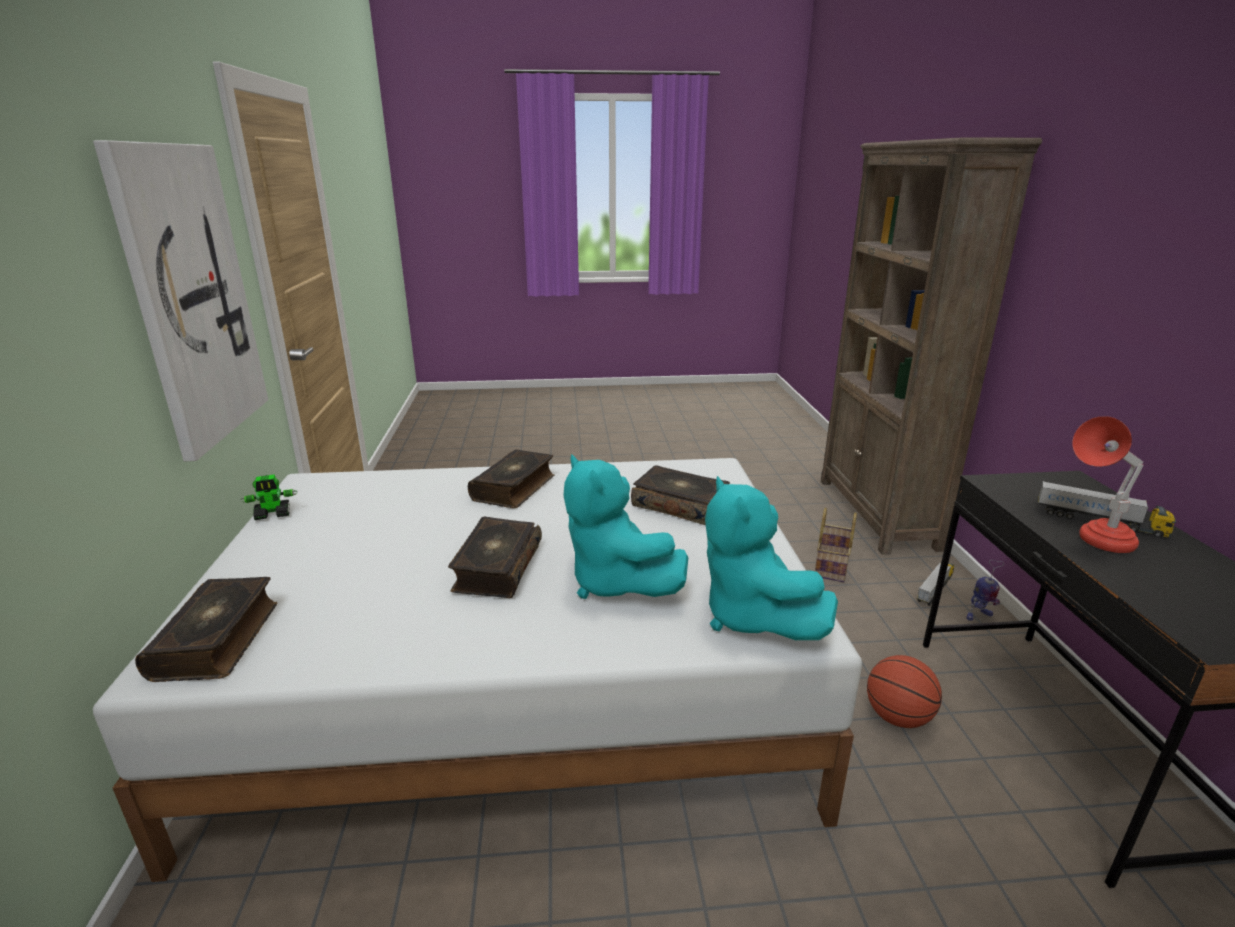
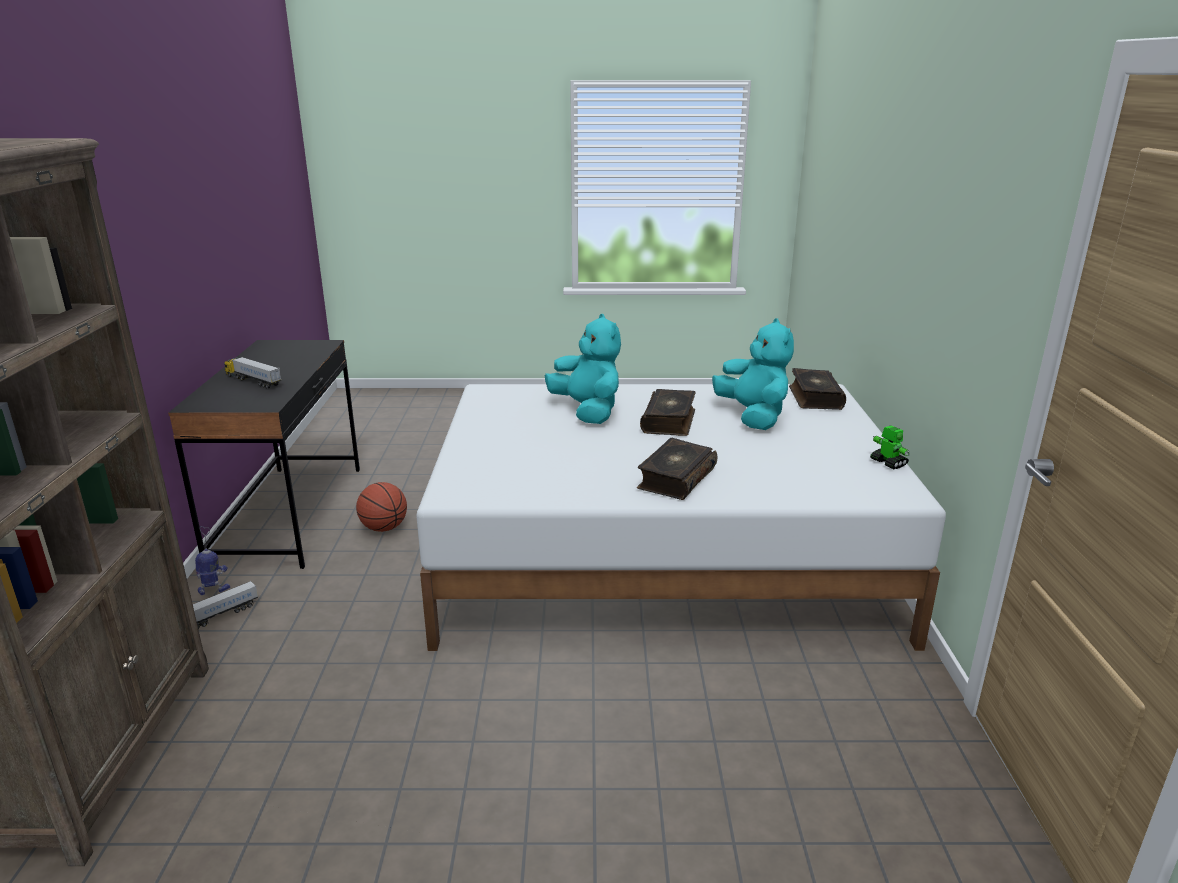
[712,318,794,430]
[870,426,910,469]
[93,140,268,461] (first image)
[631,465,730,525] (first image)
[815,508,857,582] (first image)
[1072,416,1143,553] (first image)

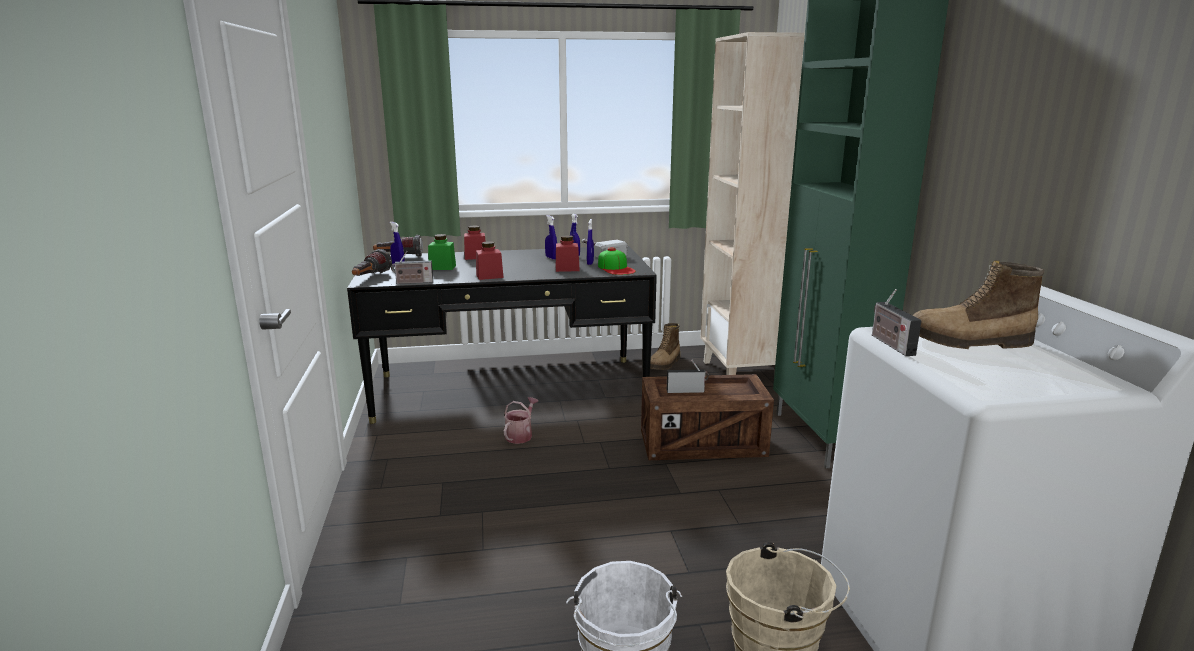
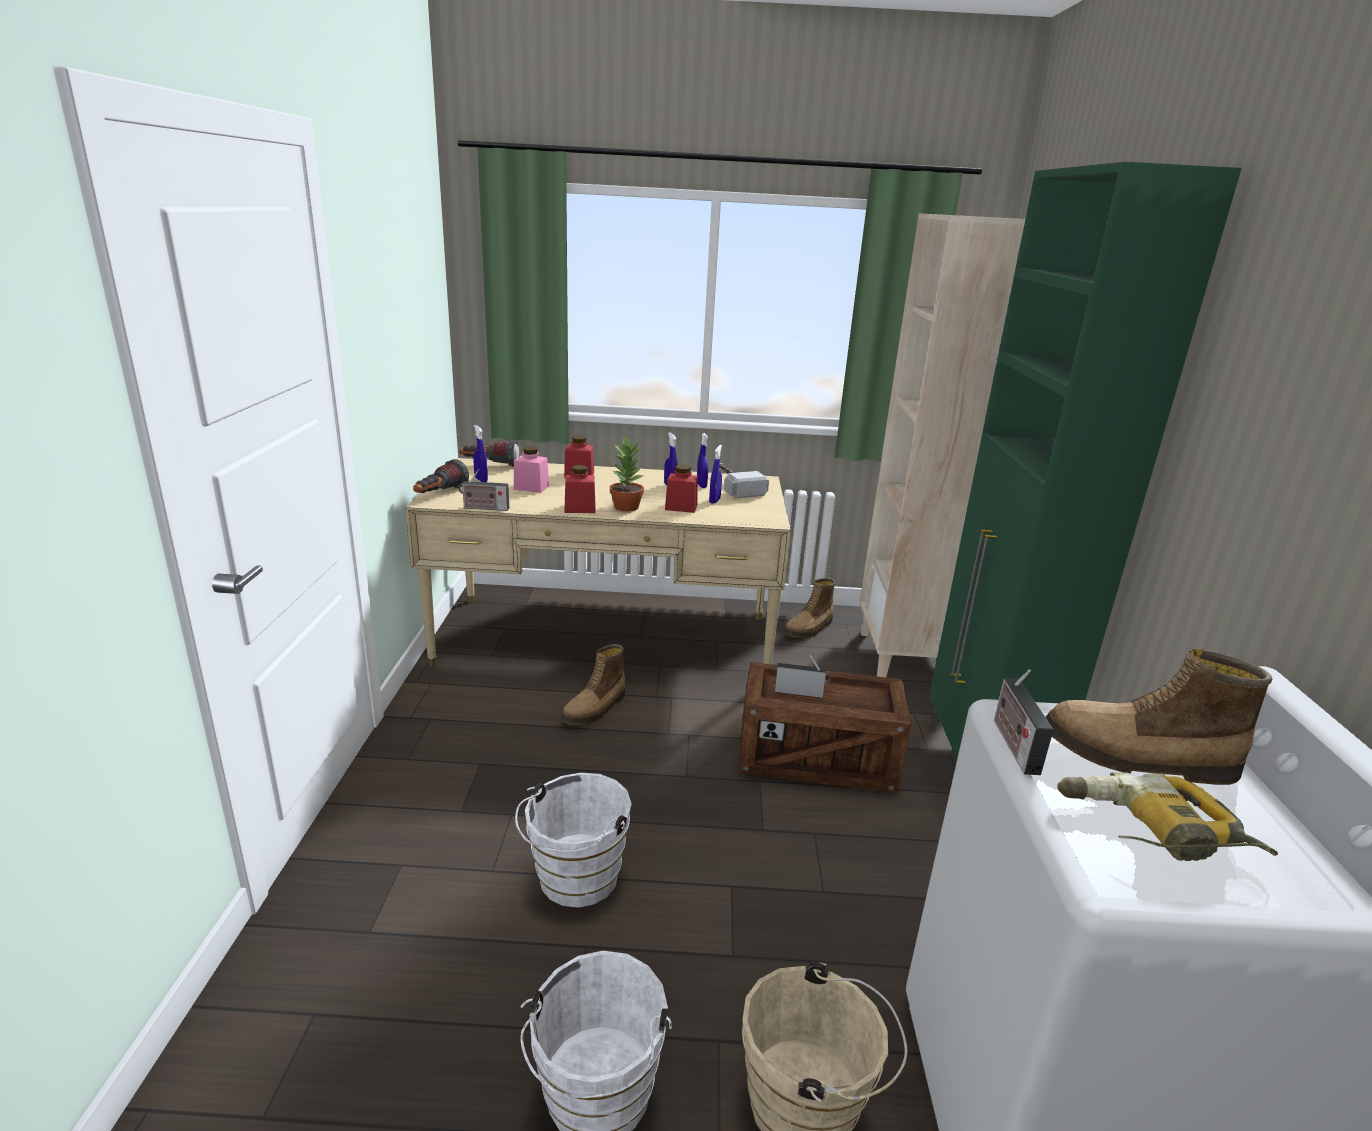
[405,458,791,666]
[514,446,549,493]
[515,773,631,908]
[561,644,626,725]
[610,436,644,512]
[1057,772,1278,861]
[598,247,636,275] (first image)

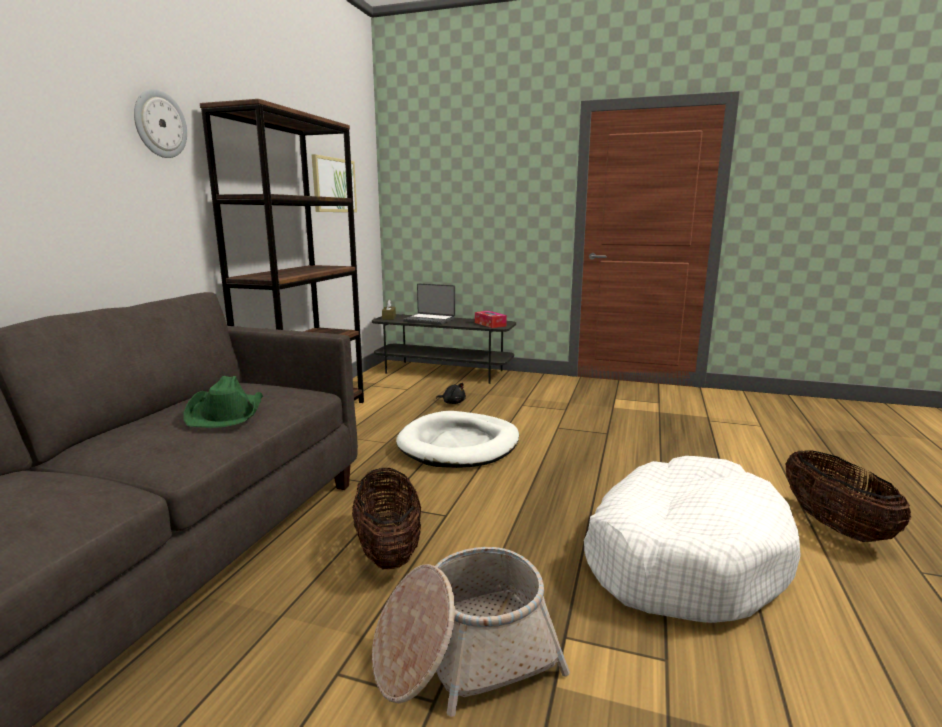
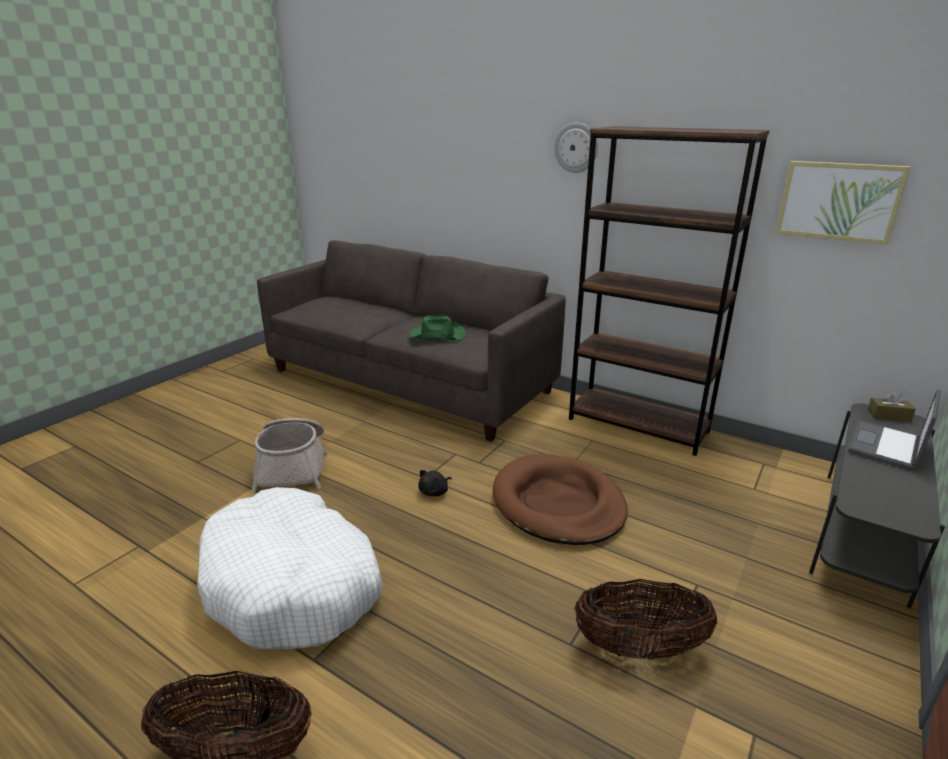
[418,470,452,496]
[493,453,628,545]
[574,579,718,659]
[475,311,507,328] (first image)

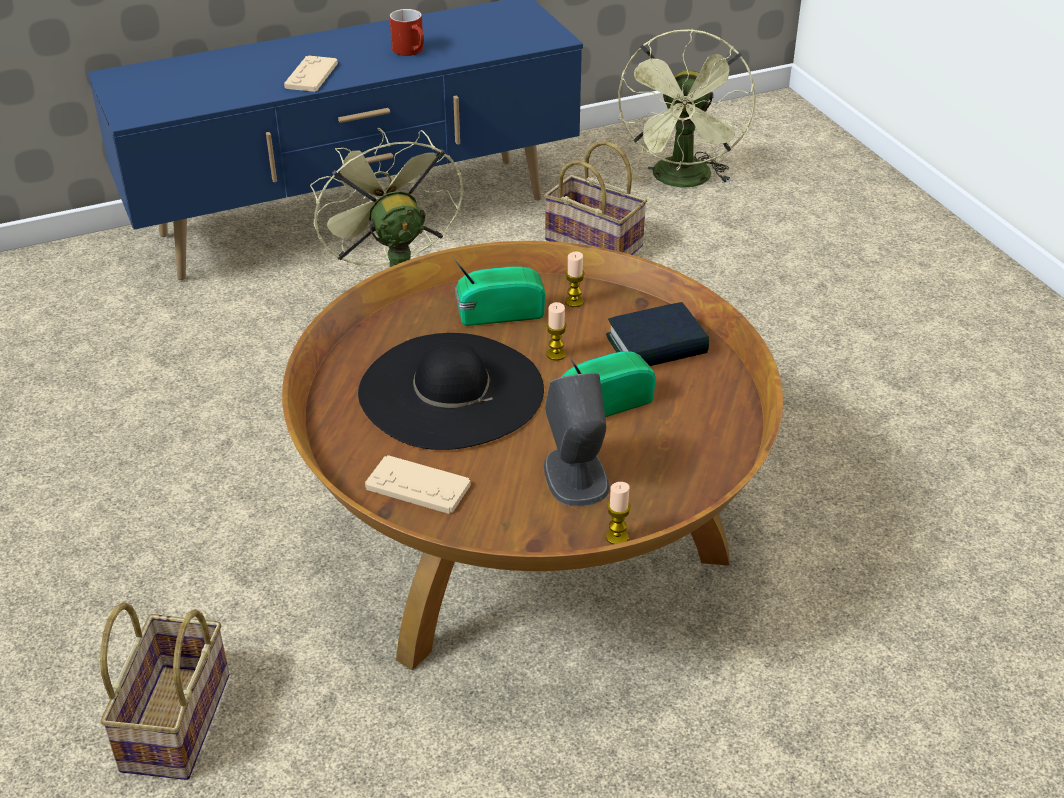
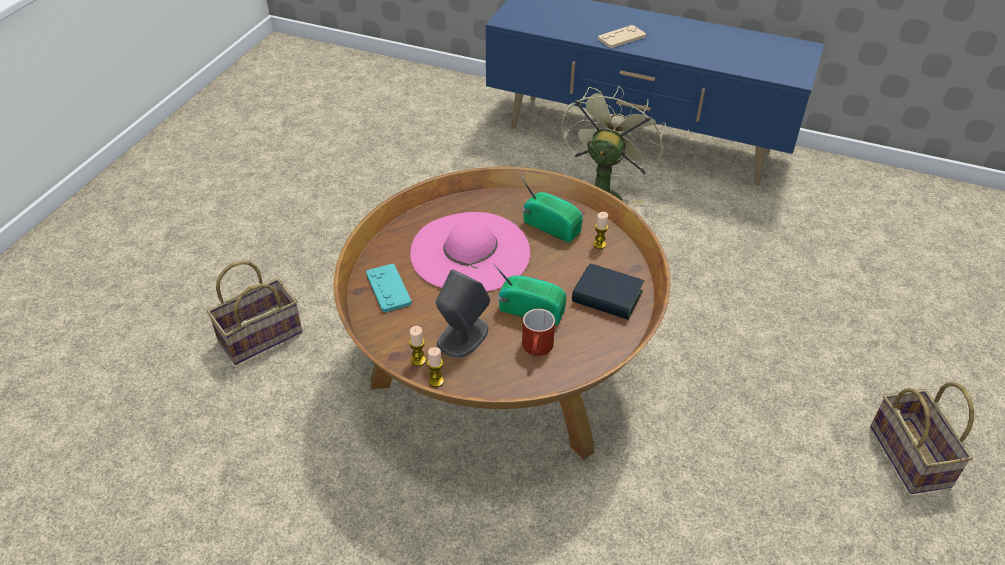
[366,264,412,313]
[409,326,426,366]
[410,212,530,291]
[522,309,555,356]
[870,382,974,494]
[618,29,756,187] (first image)

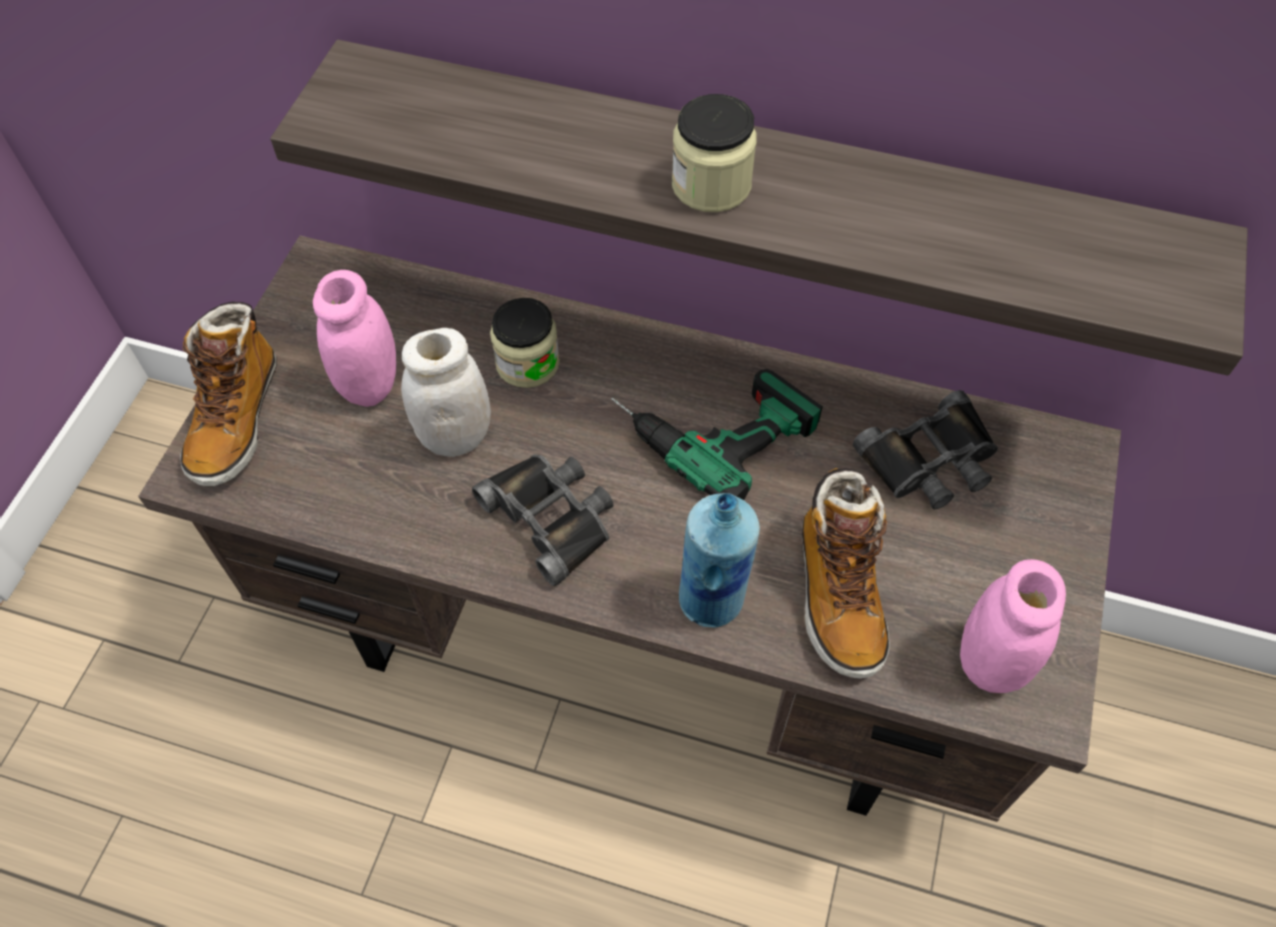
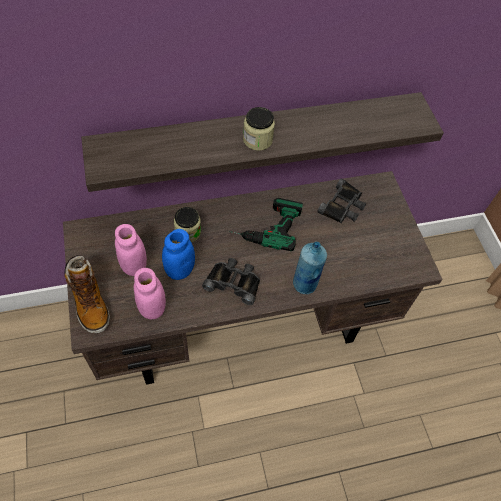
[134,268,166,319]
[162,229,195,280]
[802,468,890,678] (first image)

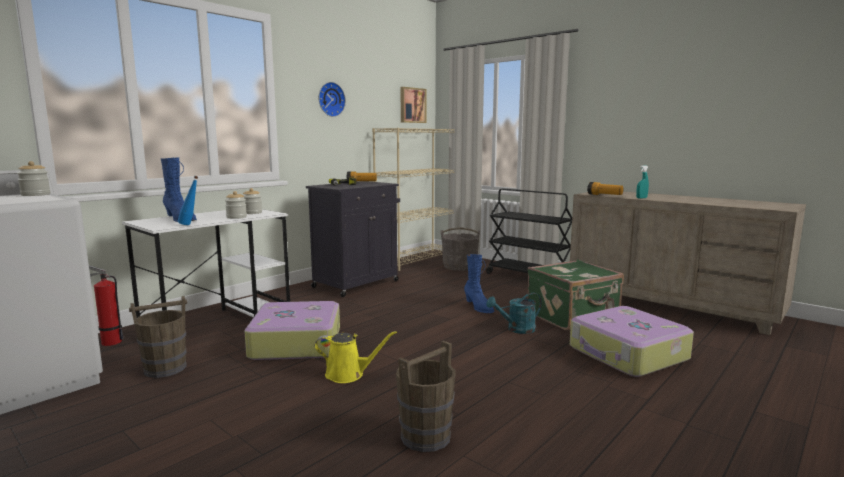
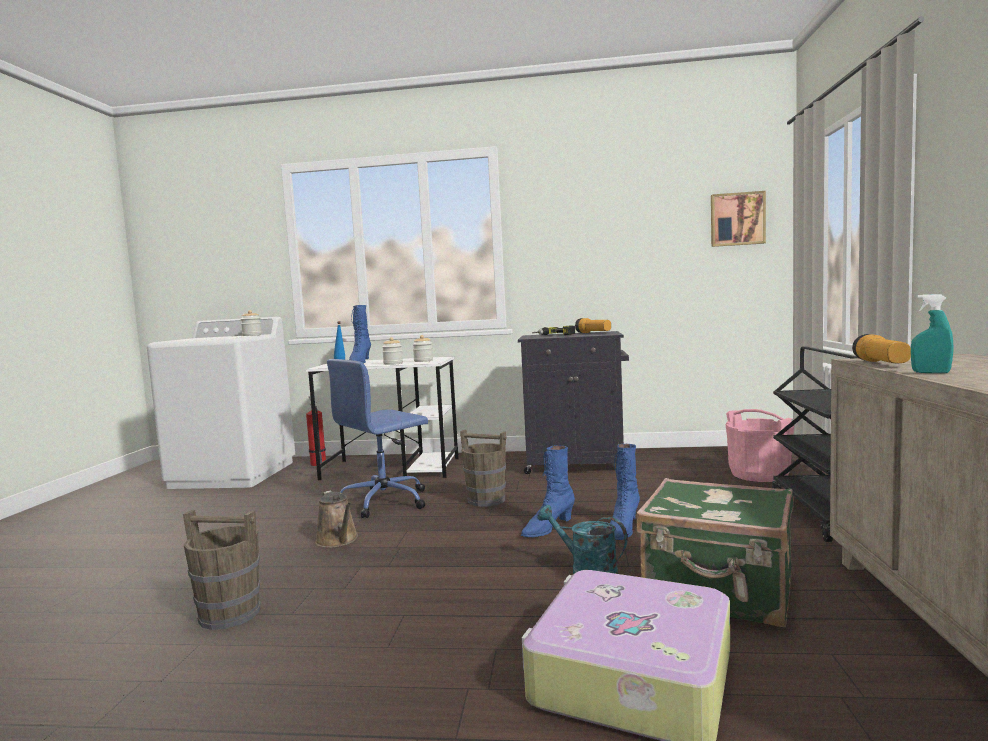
[315,490,358,548]
[327,359,428,518]
[460,430,507,507]
[521,445,575,538]
[726,409,794,482]
[319,82,346,117] (first image)
[372,128,455,271] (first image)

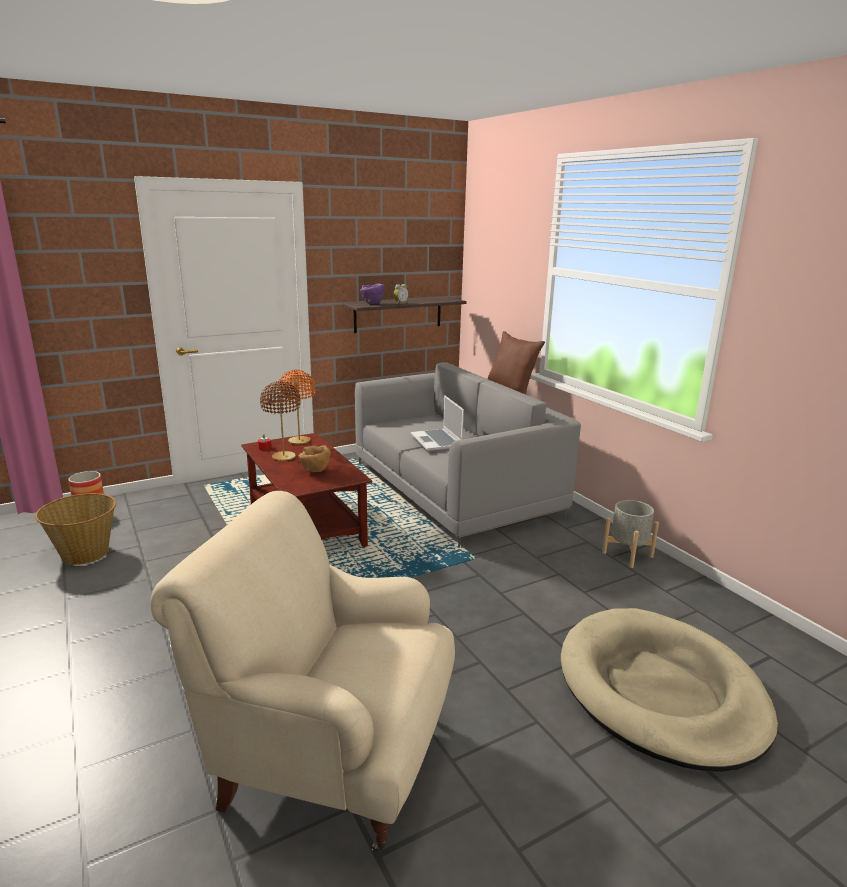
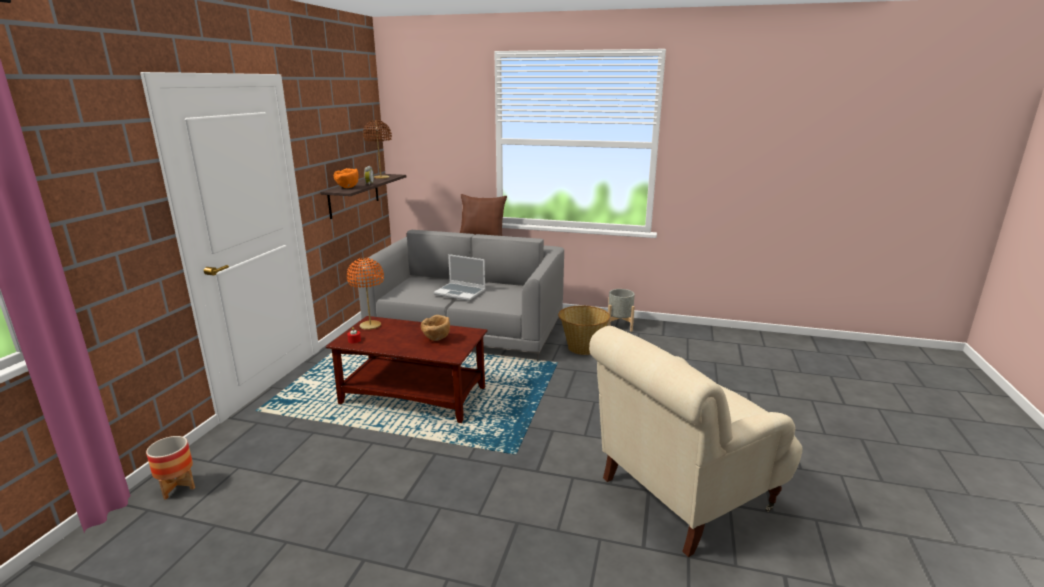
[334,168,358,188]
[363,120,392,179]
[558,305,610,355]
[561,608,778,772] (first image)

